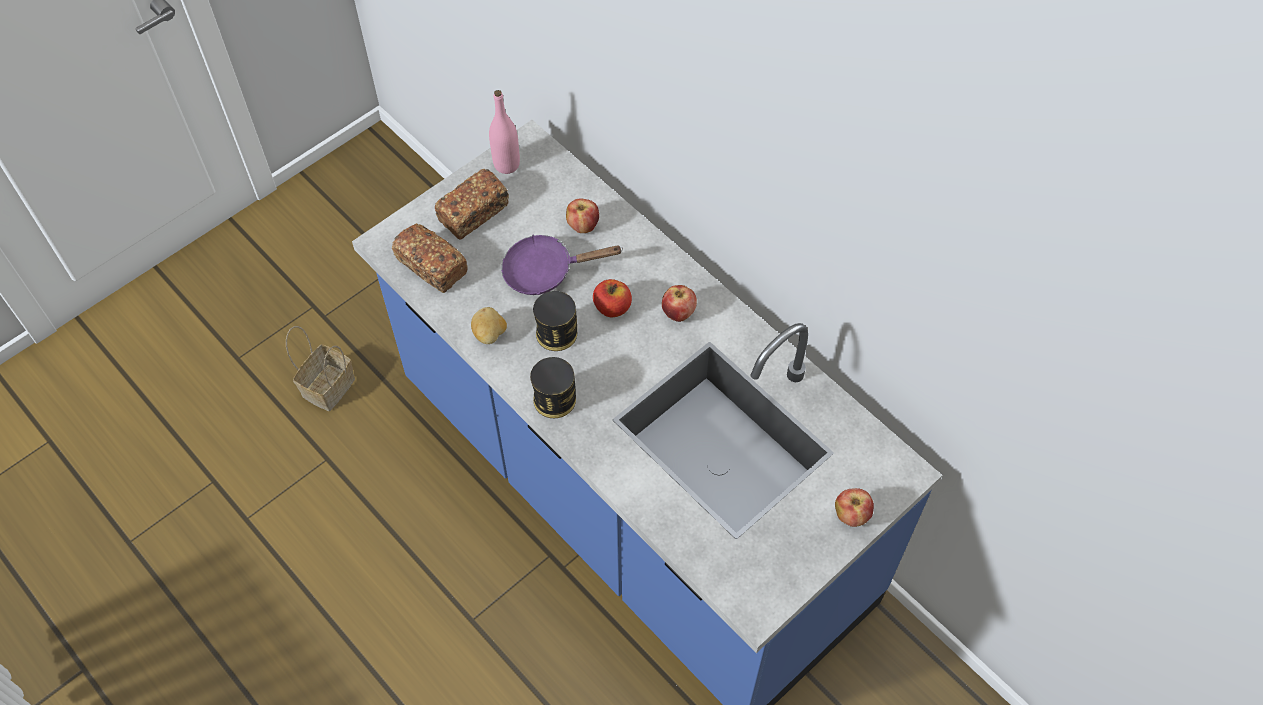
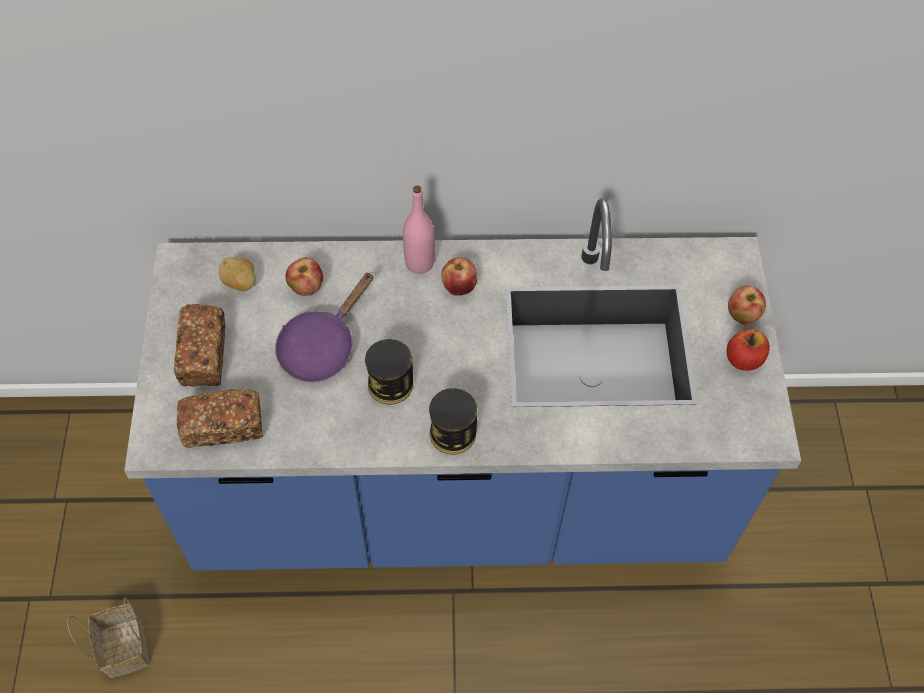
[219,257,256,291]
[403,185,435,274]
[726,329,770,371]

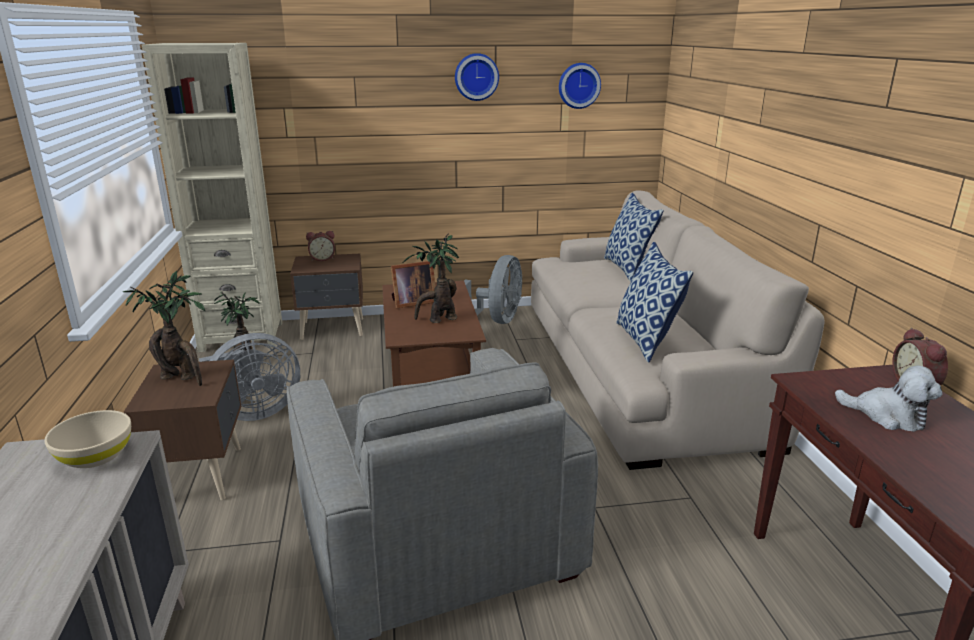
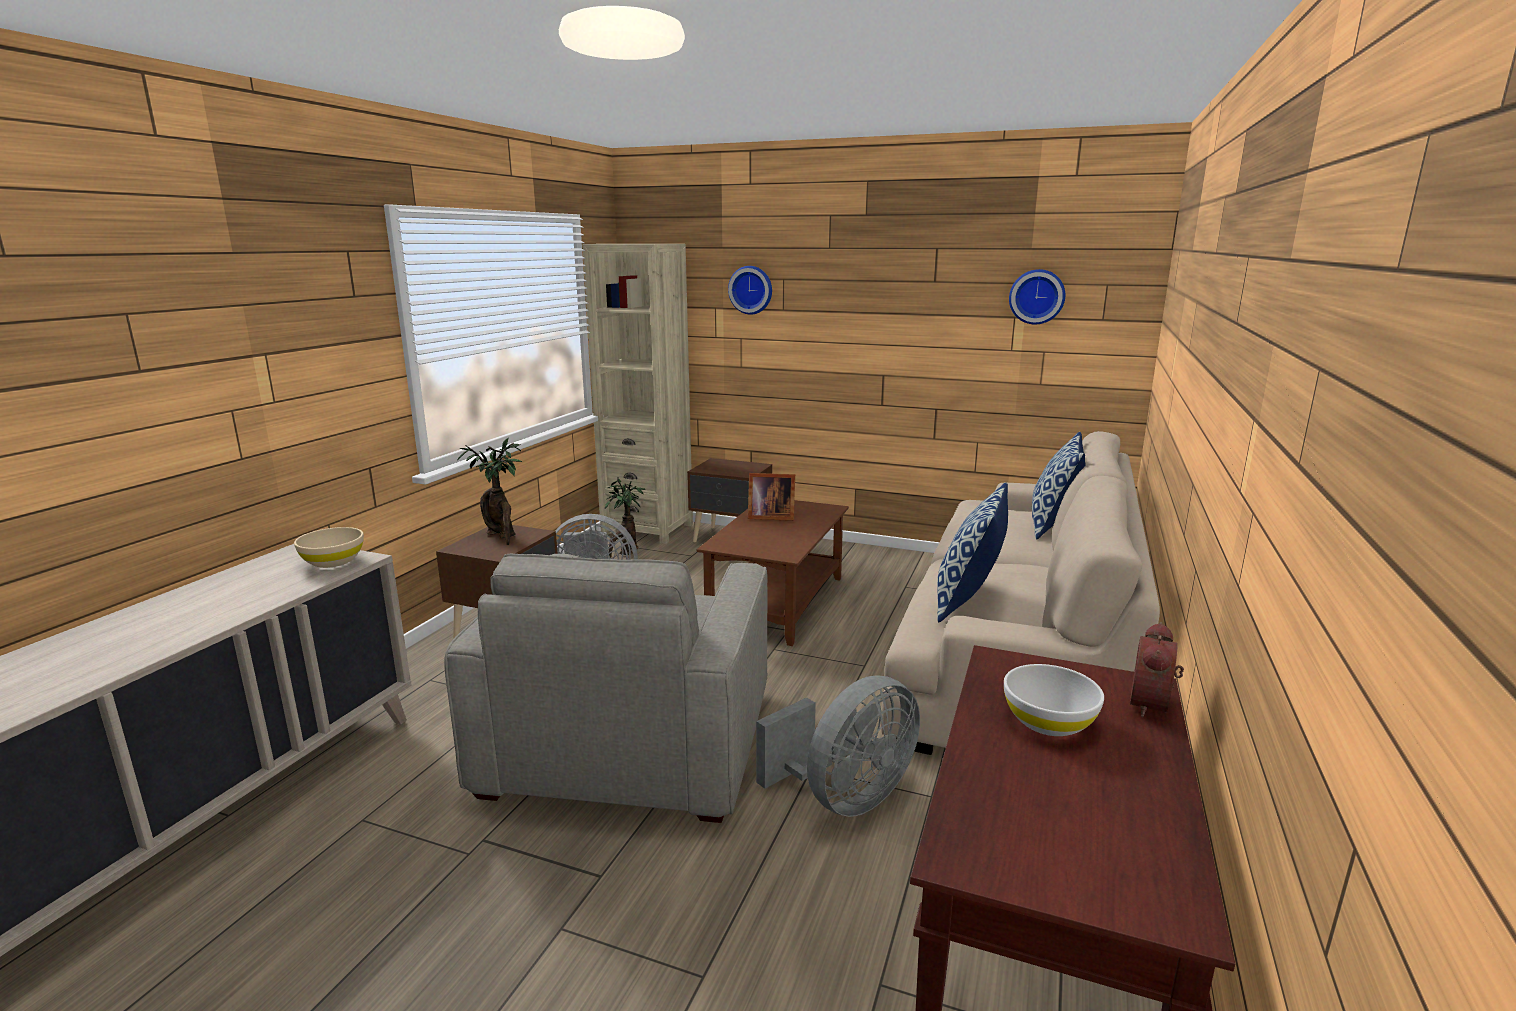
[728,266,772,315]
[756,676,920,817]
[1004,664,1104,736]
[306,231,335,261] (first image)
[403,233,459,323] (first image)

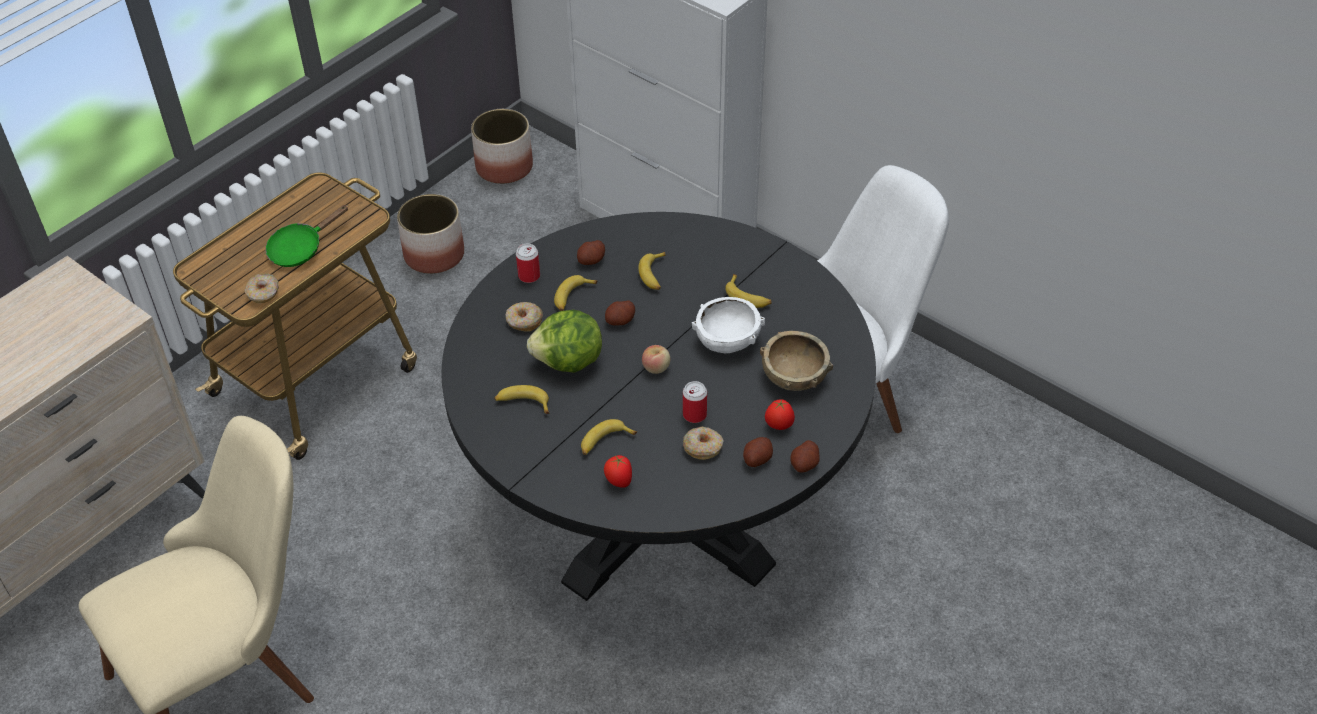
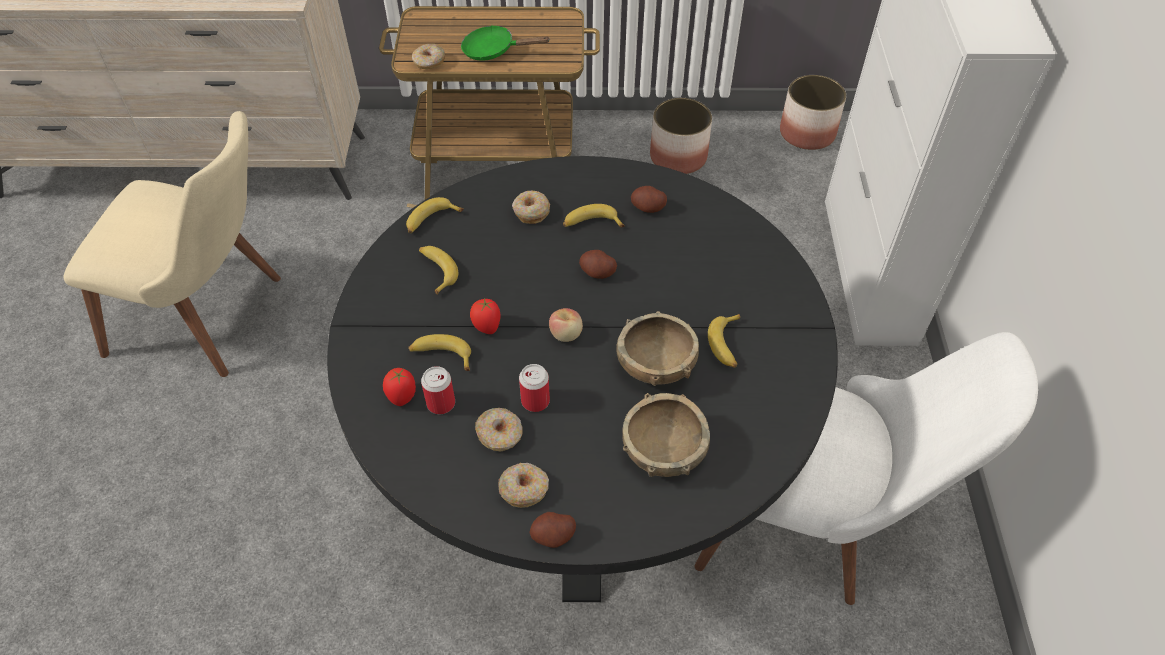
[406,197,464,233]
[421,366,455,414]
[470,298,500,334]
[498,463,549,508]
[616,311,699,386]
[527,310,602,373] (first image)

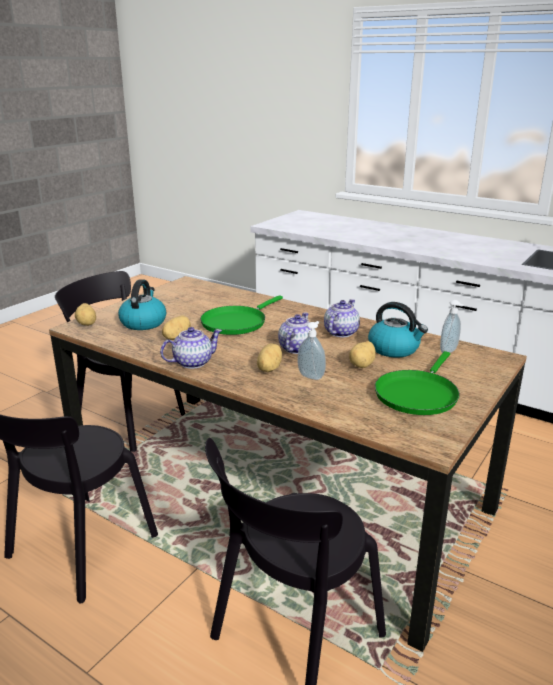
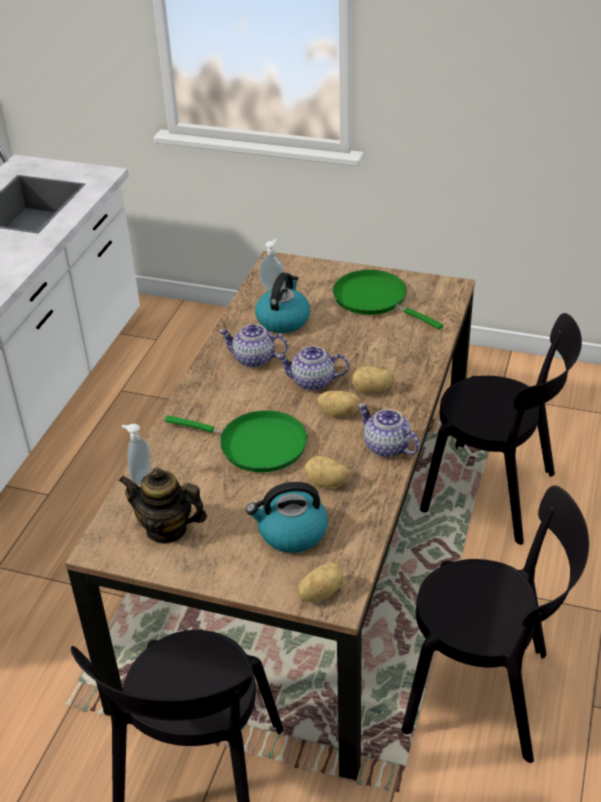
[119,468,207,544]
[122,424,151,485]
[318,391,361,416]
[333,270,443,329]

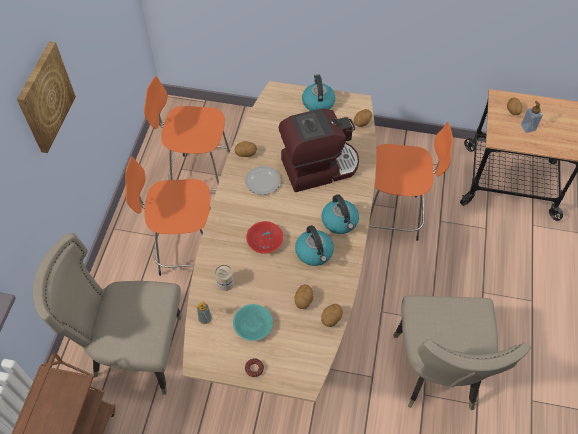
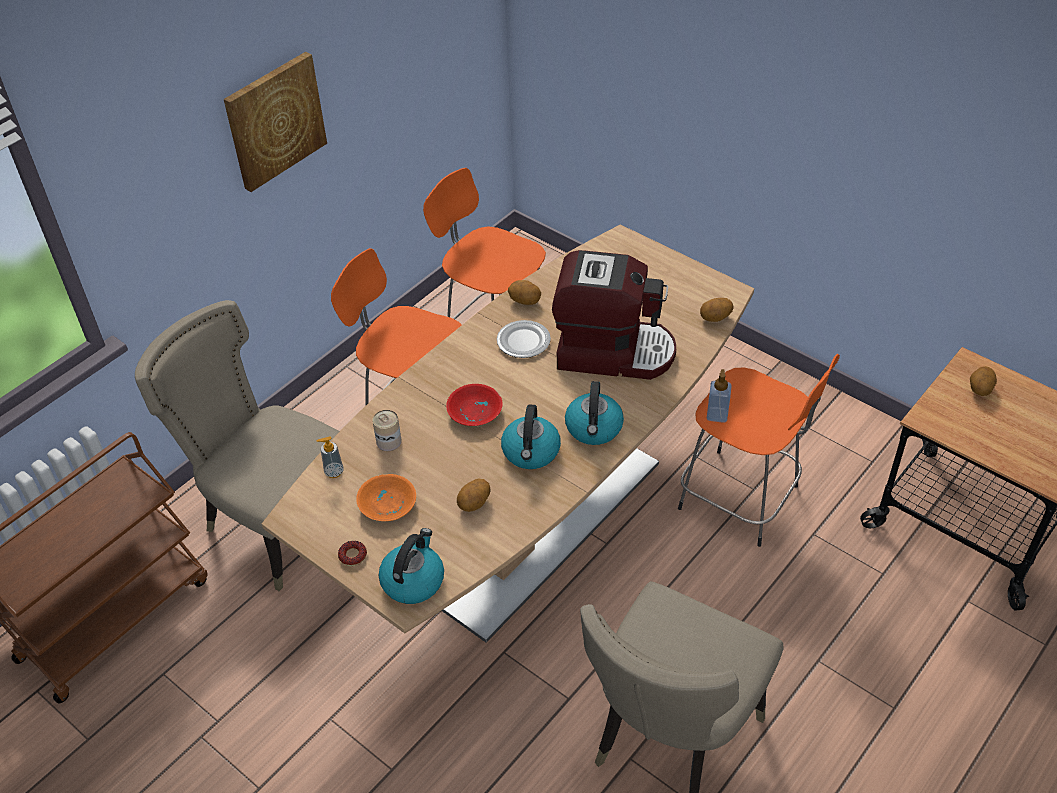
[356,474,416,521]
[379,528,444,604]
[707,369,732,423]
[321,304,343,327] (first image)

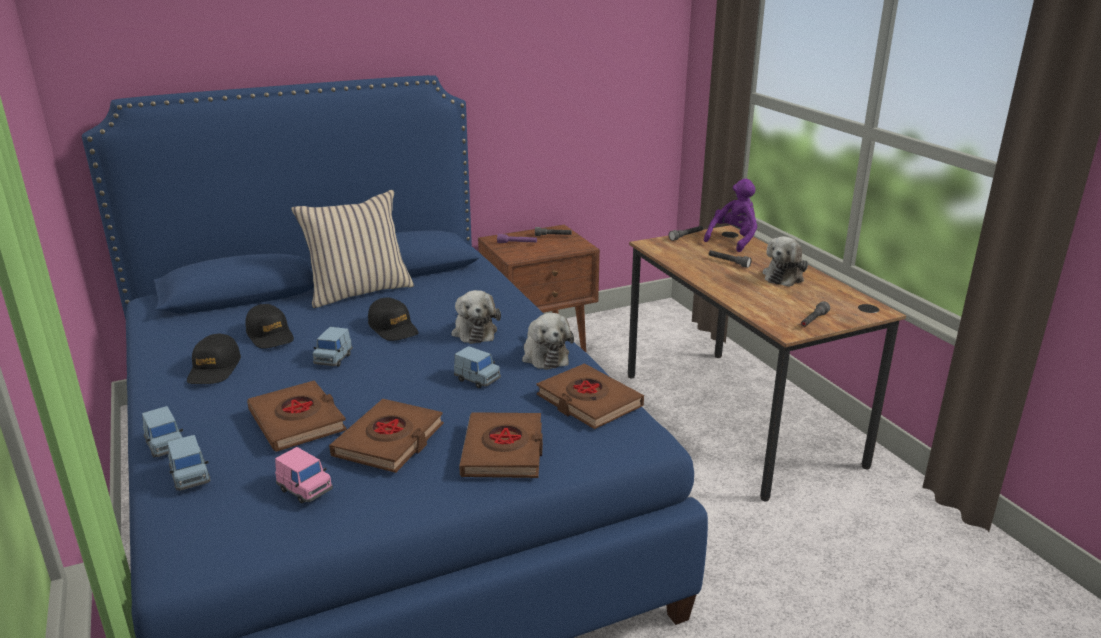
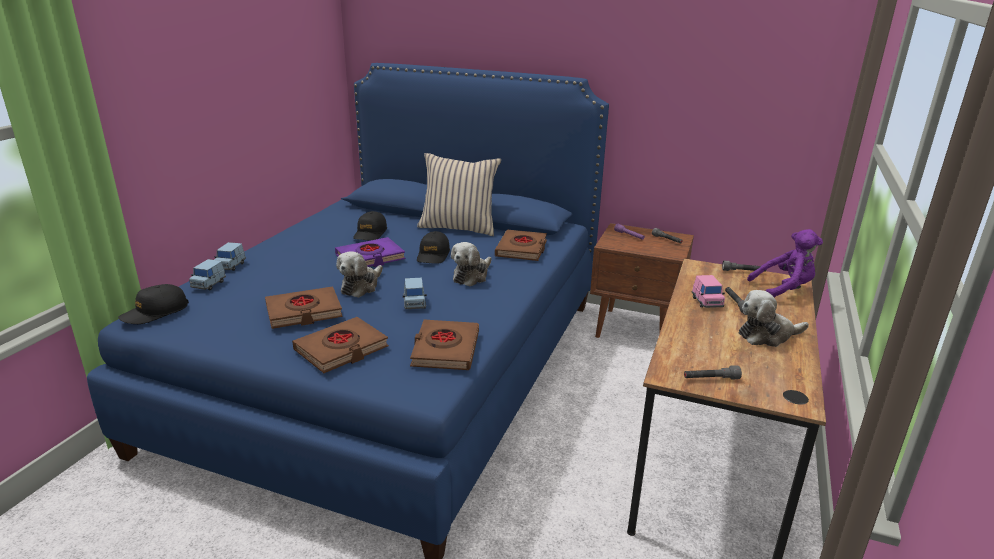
[118,284,189,324]
[335,237,406,267]
[336,251,383,298]
[495,230,547,261]
[692,275,725,308]

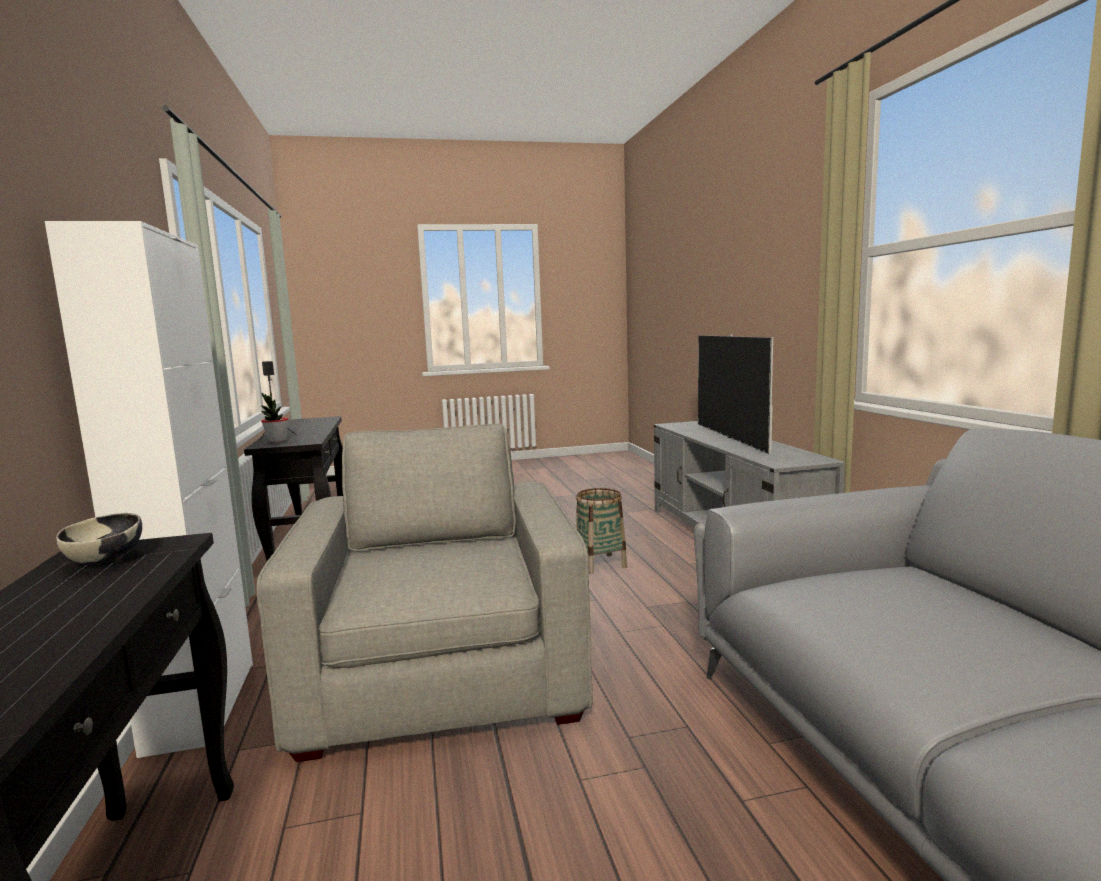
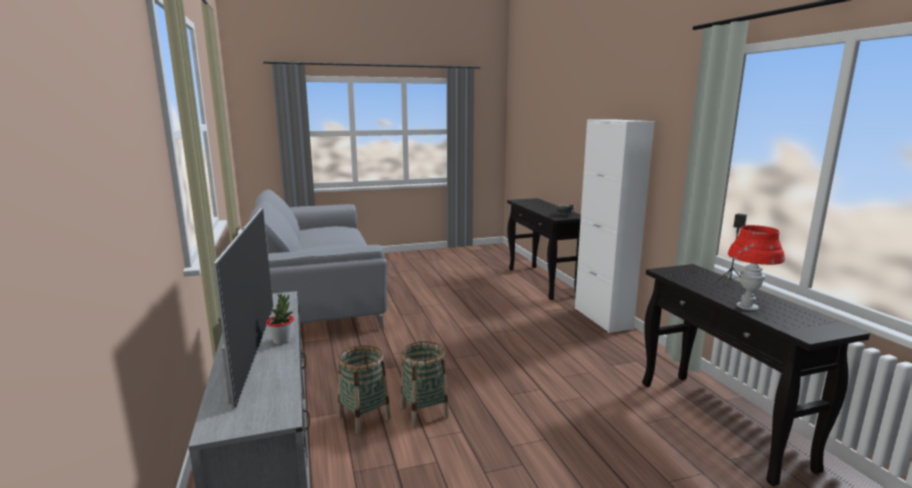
[266,294,294,344]
[338,345,391,434]
[728,225,785,311]
[256,423,593,762] (first image)

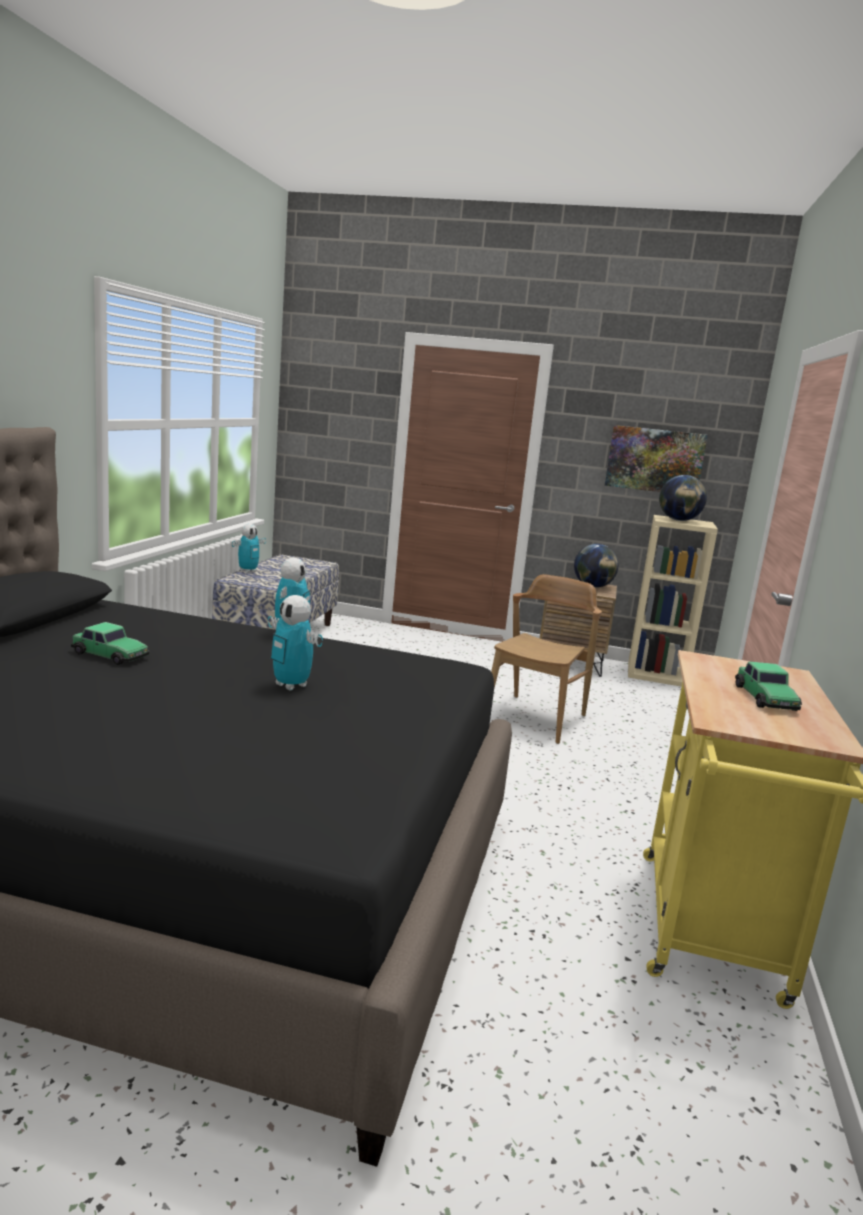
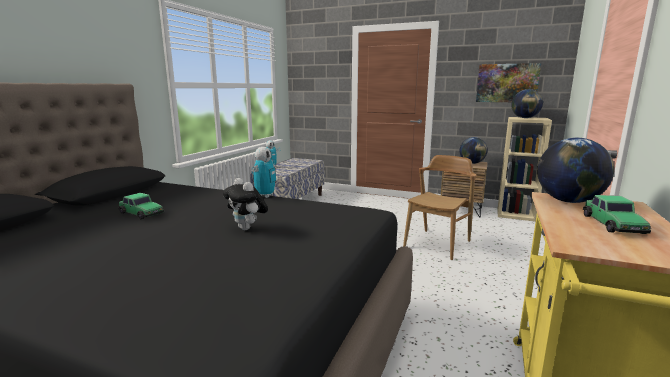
[223,178,268,230]
[537,138,614,203]

